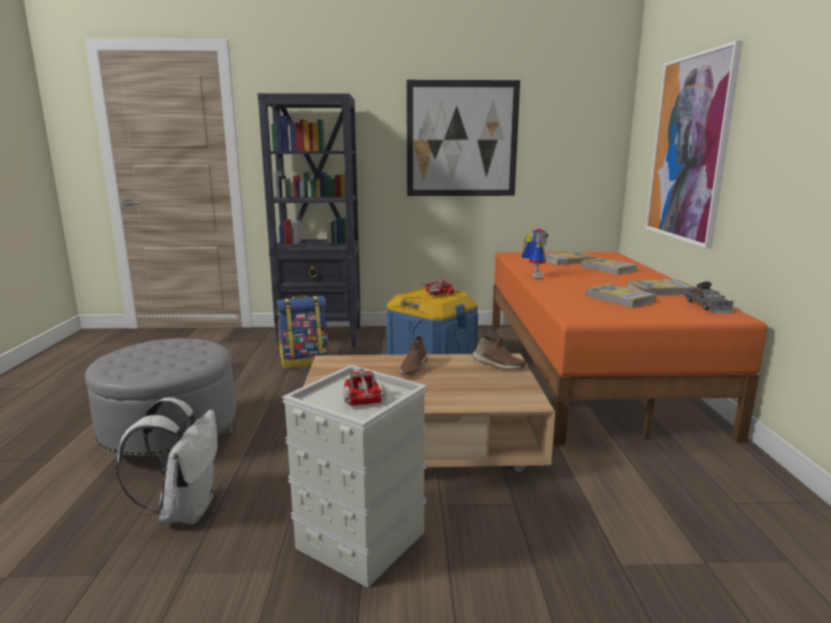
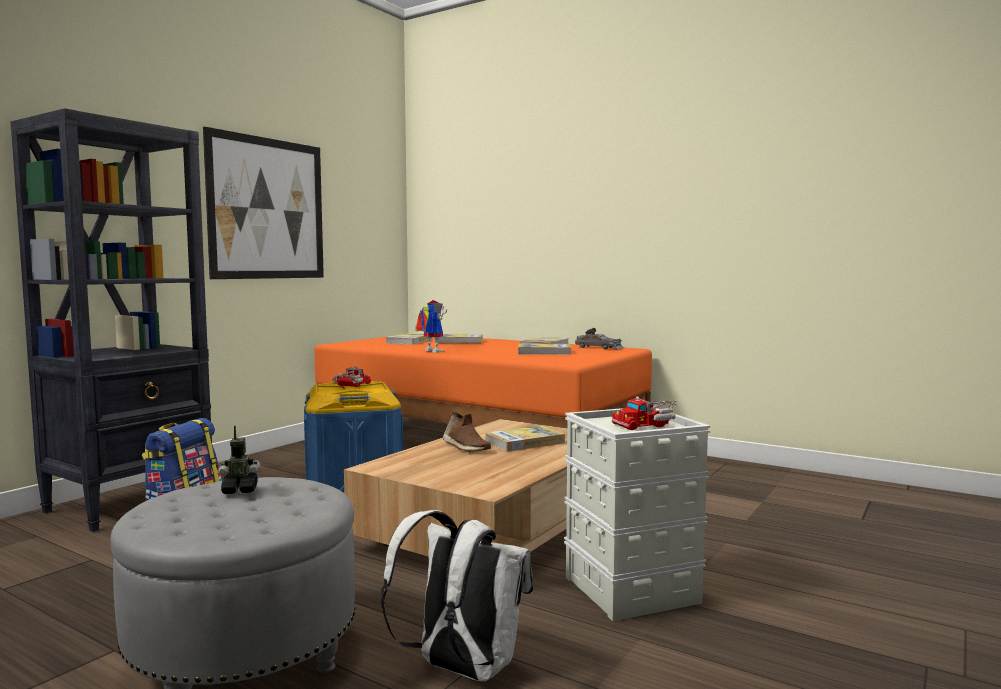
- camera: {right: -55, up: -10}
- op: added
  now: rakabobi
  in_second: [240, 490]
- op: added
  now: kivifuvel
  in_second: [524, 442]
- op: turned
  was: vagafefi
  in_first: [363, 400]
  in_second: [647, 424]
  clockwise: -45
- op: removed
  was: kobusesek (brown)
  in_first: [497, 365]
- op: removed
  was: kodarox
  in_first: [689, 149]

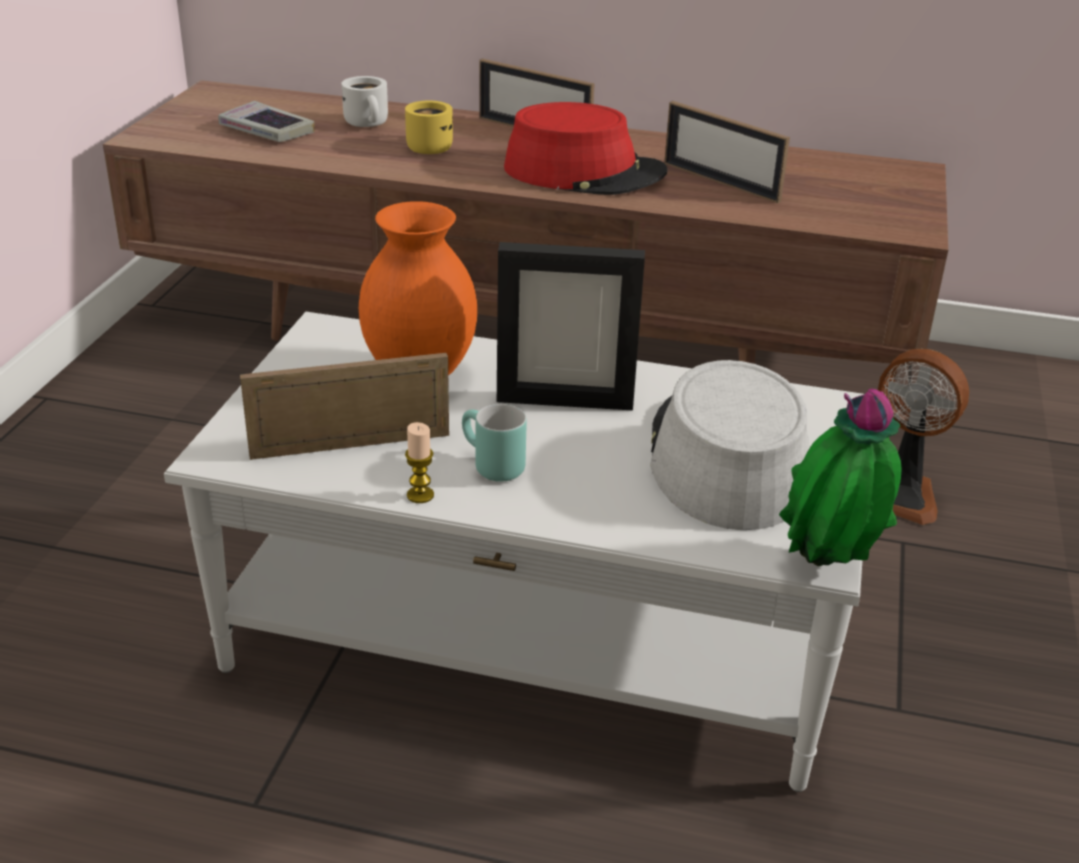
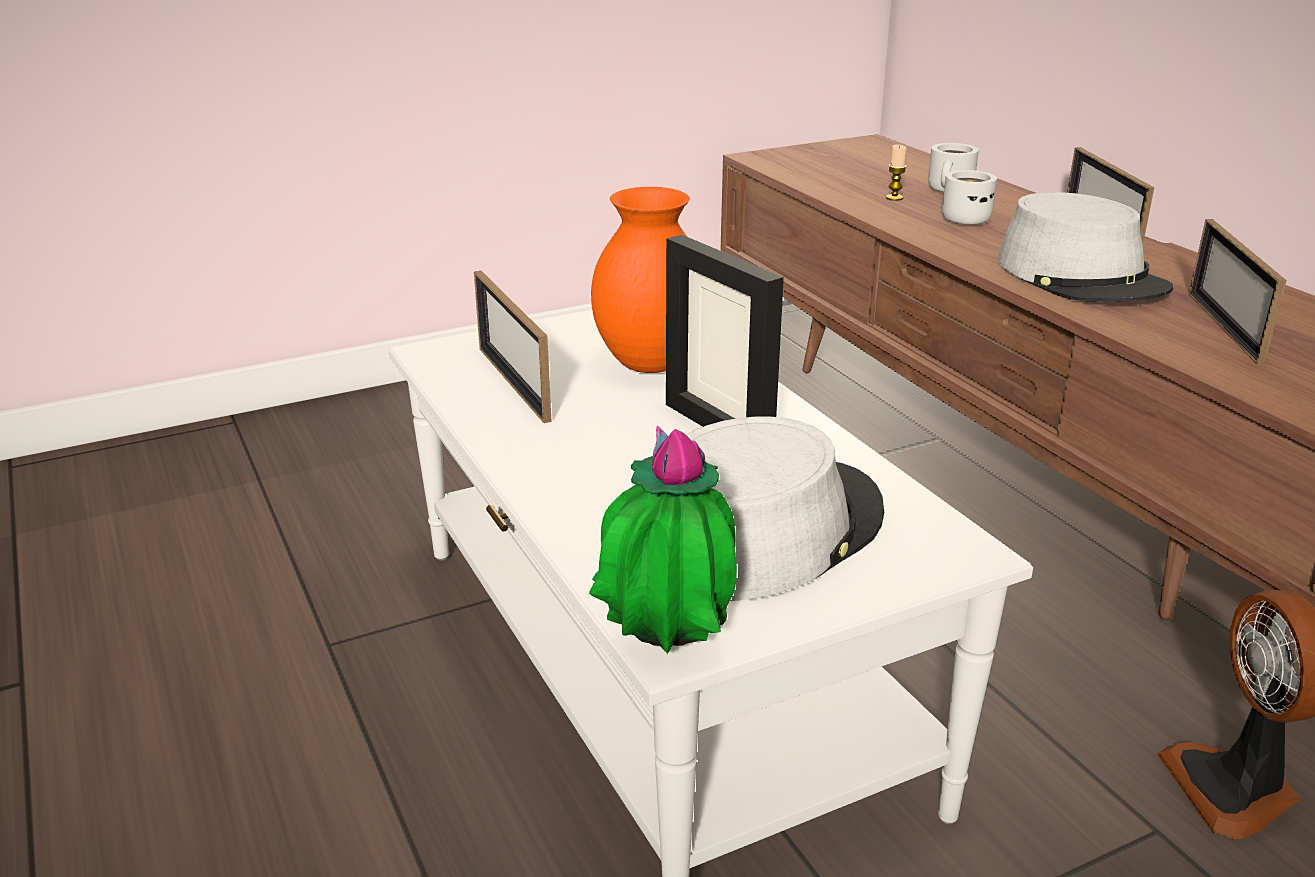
- camera: {right: 50, up: -5}
- op: turned
  was: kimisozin
  in_first: [350, 445]
  in_second: [513, 383]
  clockwise: -150
- op: moved
  was: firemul
  in_first: [420, 495]
  in_second: [894, 198]
- op: recoloured
  was: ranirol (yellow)
  now: ranirol (white)
  in_first: [427, 147]
  in_second: [966, 219]
- op: recoloured
  was: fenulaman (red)
  now: fenulaman (grey)
  in_first: [584, 172]
  in_second: [1081, 276]
- op: removed
  was: kivifuvel
  in_first: [266, 130]
- op: removed
  was: ranirol (turquoise)
  in_first: [489, 466]

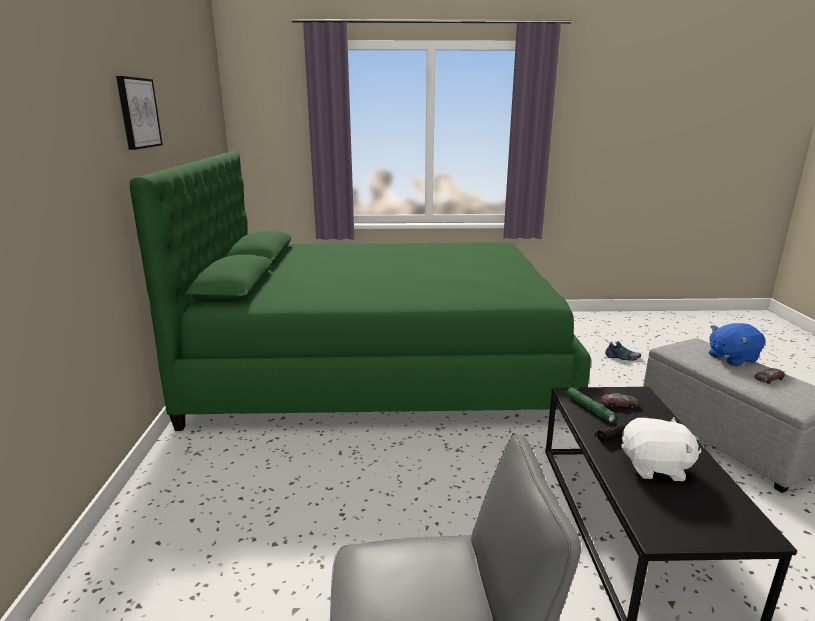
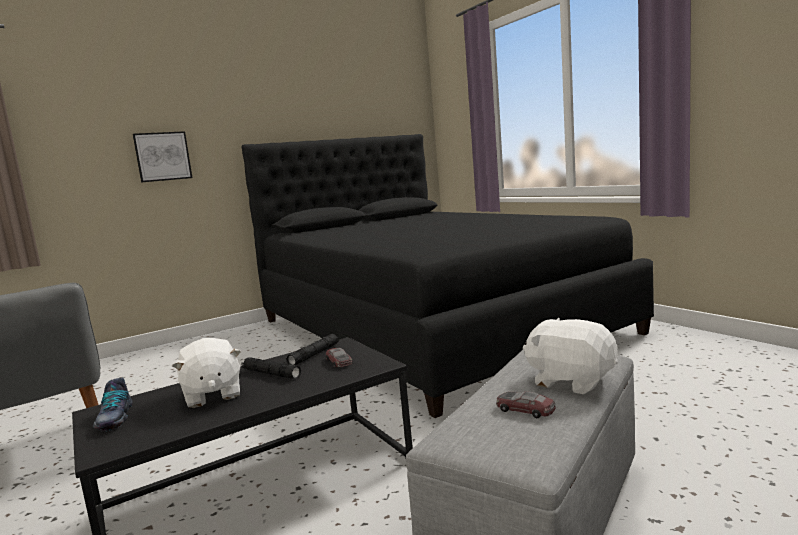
- camera: {right: 60, up: -10}
- op: moved
  was: kobusesek
  in_first: [622, 357]
  in_second: [114, 418]
- op: moved
  was: kodarox
  in_first: [138, 113]
  in_second: [162, 156]
- op: recoloured
  was: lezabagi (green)
  now: lezabagi (black)
  in_first: [380, 365]
  in_second: [430, 326]
- op: recoloured
  was: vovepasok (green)
  now: vovepasok (black)
  in_first: [589, 408]
  in_second: [314, 354]
- op: recoloured
  was: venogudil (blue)
  now: venogudil (white)
  in_first: [731, 358]
  in_second: [571, 380]

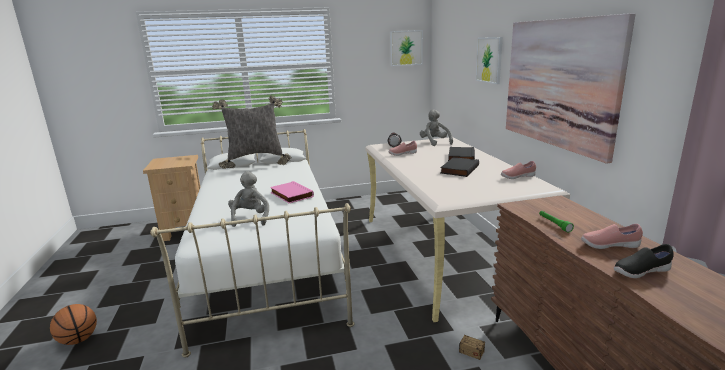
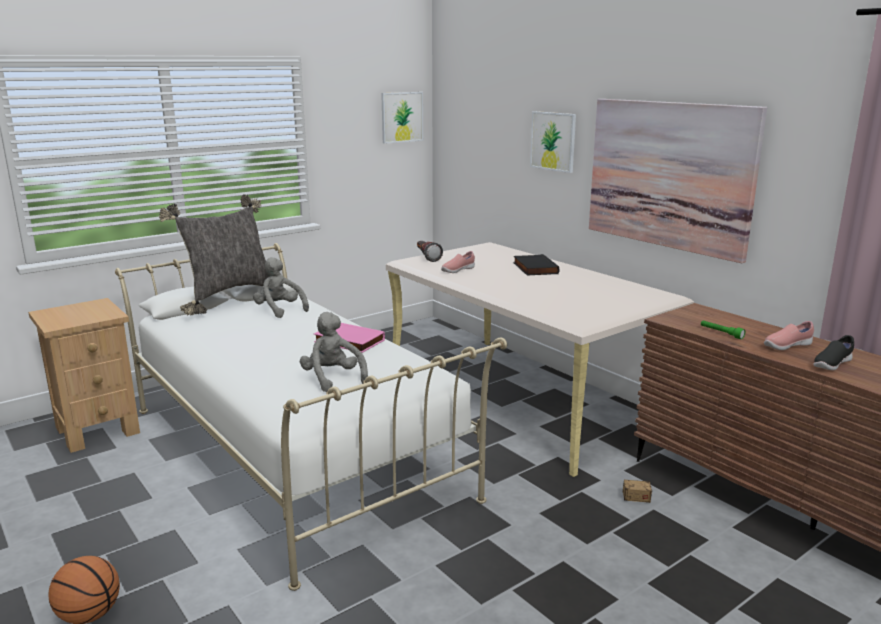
- camera: {right: -25, up: 0}
- op: moved
  was: venogudil (grey)
  in_first: [435, 143]
  in_second: [279, 310]
- op: removed
  was: kivifuvel (black)
  in_first: [458, 169]
- op: removed
  was: kobusesek (pink)
  in_first: [517, 177]

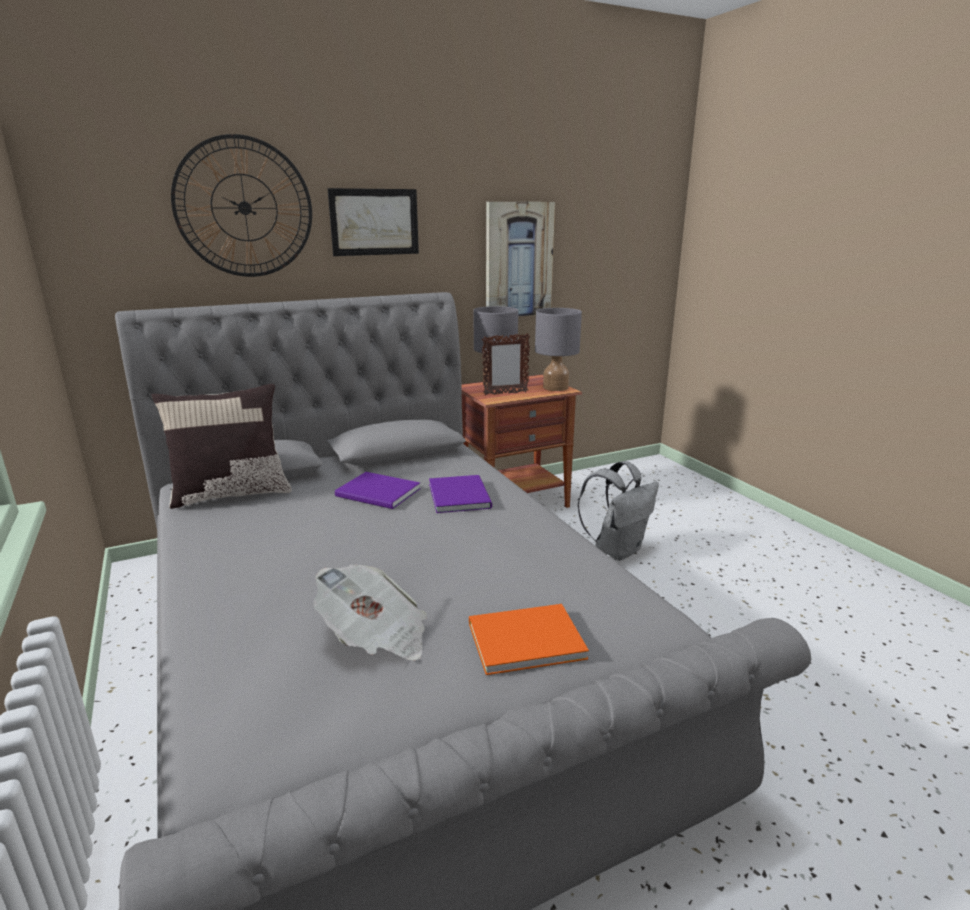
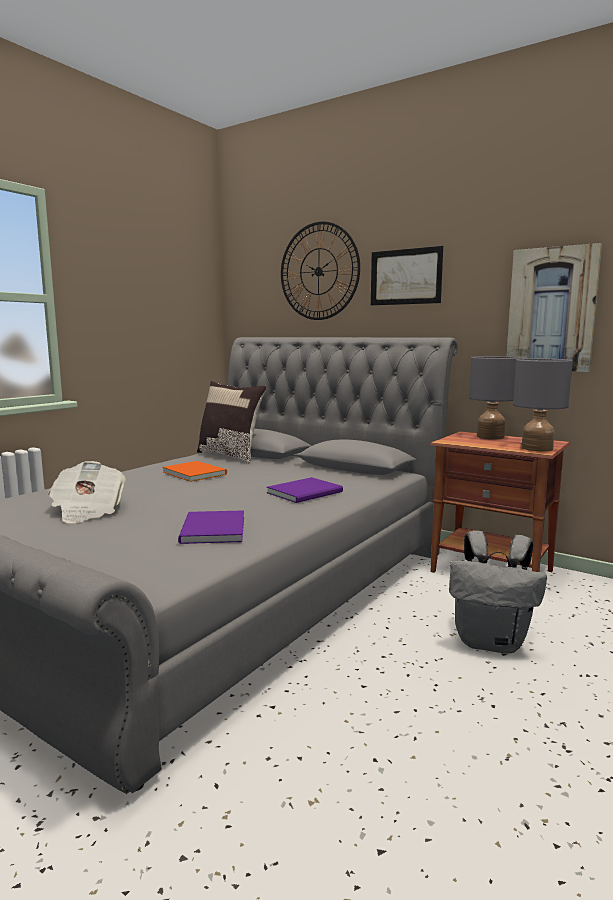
- camera: {right: 60, up: -10}
- op: moved
  was: kivifuvel (orange)
  in_first: [522, 639]
  in_second: [195, 472]
- op: moved
  was: kivifuvel (purple)
  in_first: [379, 493]
  in_second: [211, 530]
- op: removed
  was: kimisozin
  in_first: [505, 393]

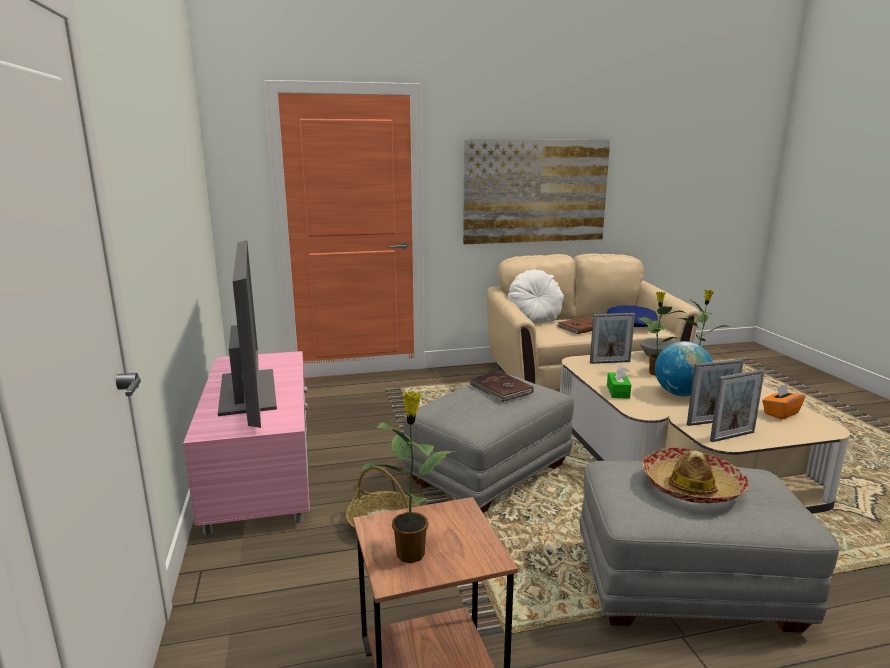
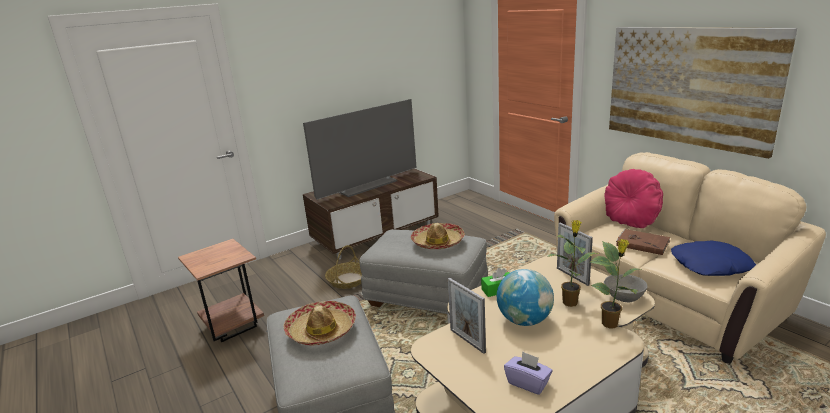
- camera: {right: 70, up: 5}
- op: recoloured
  was: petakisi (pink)
  now: petakisi (brown)
  in_first: [262, 473]
  in_second: [376, 234]
- op: replaced
  was: kivifuvel (brown)
  now: fenulaman
  in_first: [500, 389]
  in_second: [438, 242]
- op: recoloured
  was: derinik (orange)
  now: derinik (purple)
  in_first: [780, 413]
  in_second: [528, 383]
- op: recoloured
  was: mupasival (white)
  now: mupasival (pink)
  in_first: [534, 322]
  in_second: [630, 222]
- op: removed
  was: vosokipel
  in_first: [411, 552]
- op: removed
  was: kimisozin
  in_first: [732, 436]

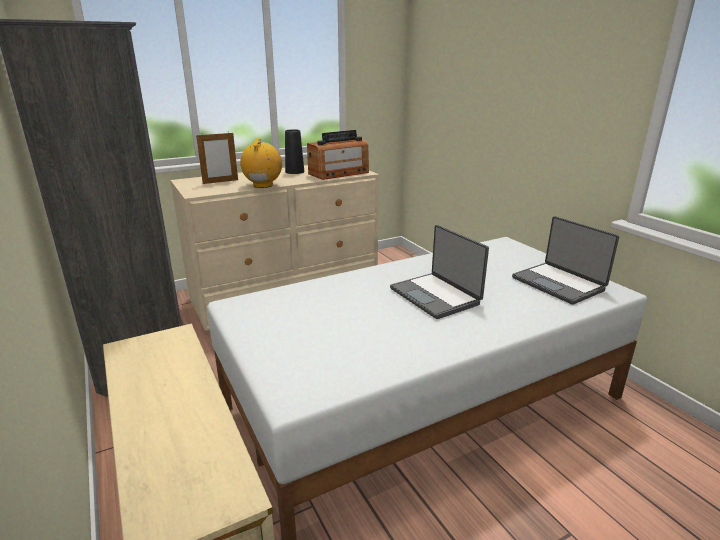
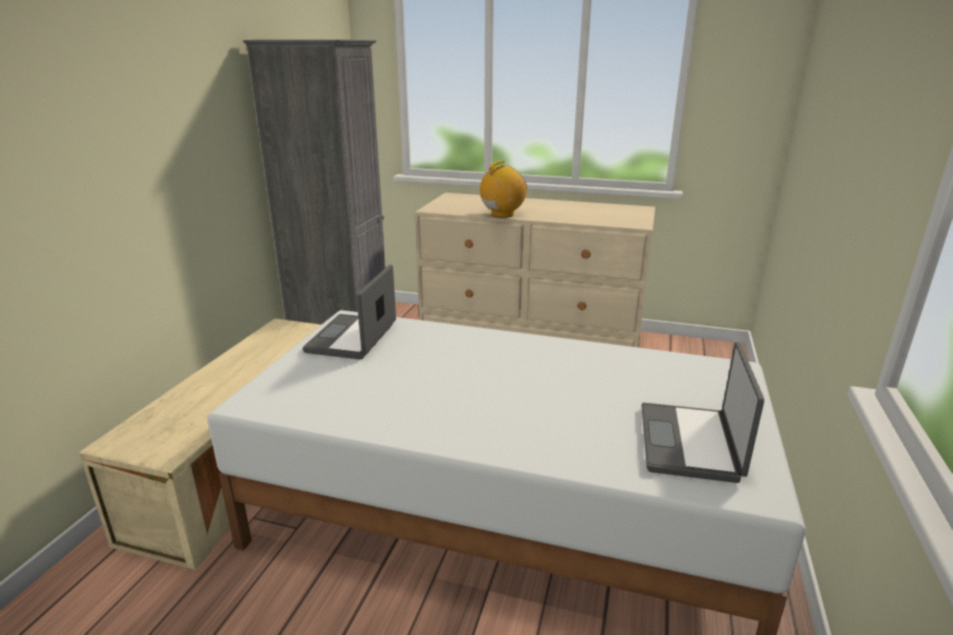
- camera: {right: 45, up: 0}
- op: moved
  was: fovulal
  in_first: [436, 296]
  in_second: [353, 338]
- op: removed
  was: kimisozin
  in_first: [220, 182]
- op: removed
  was: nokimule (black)
  in_first: [294, 171]
- op: removed
  was: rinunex
  in_first: [339, 173]

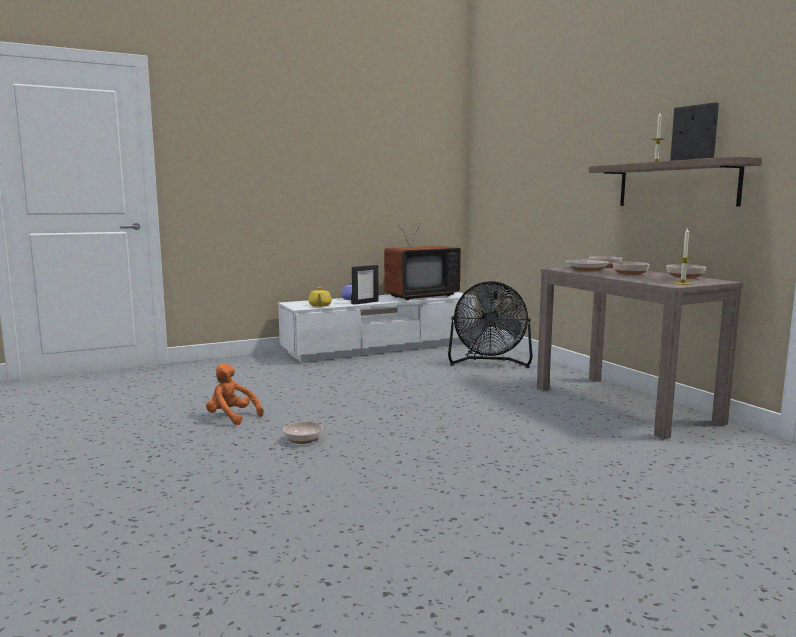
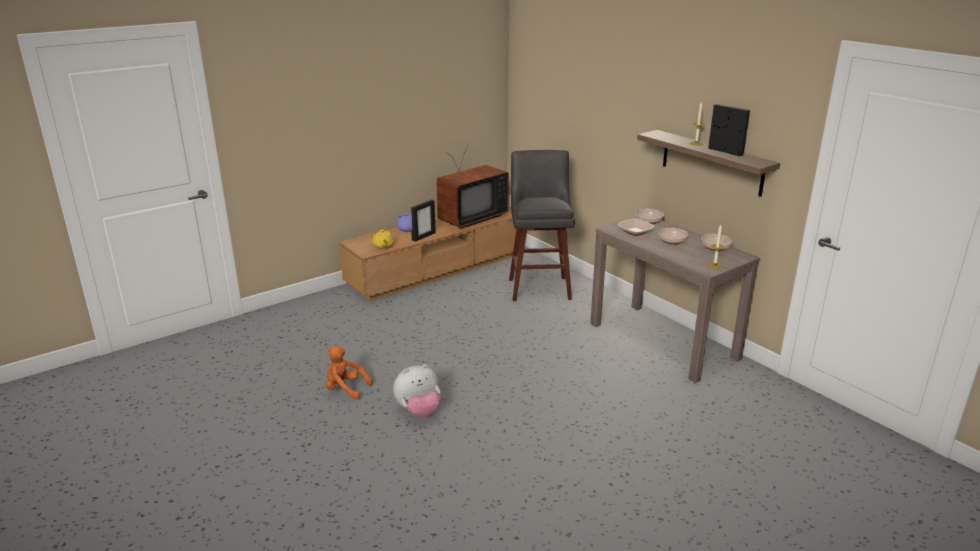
- camera: {right: -10, up: 15}
- op: recoloured
  was: petakisi (white)
  now: petakisi (brown)
  in_first: [380, 348]
  in_second: [436, 270]
- op: replaced
  was: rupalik
  now: venogudil
  in_first: [303, 439]
  in_second: [419, 411]
- op: replaced
  was: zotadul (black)
  now: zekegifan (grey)
  in_first: [486, 362]
  in_second: [539, 287]

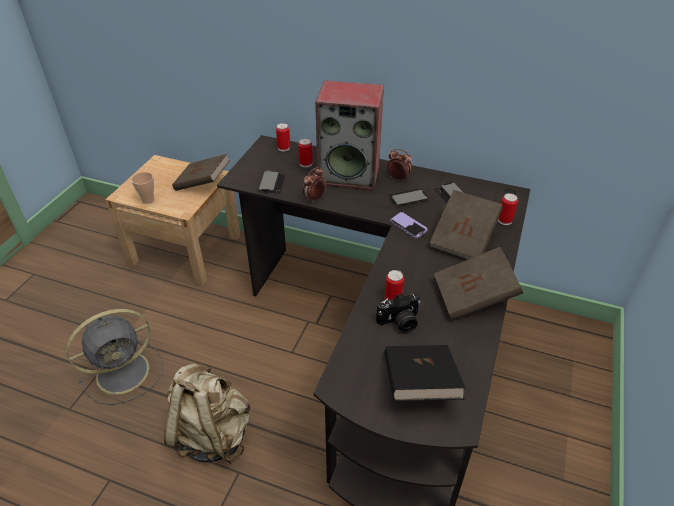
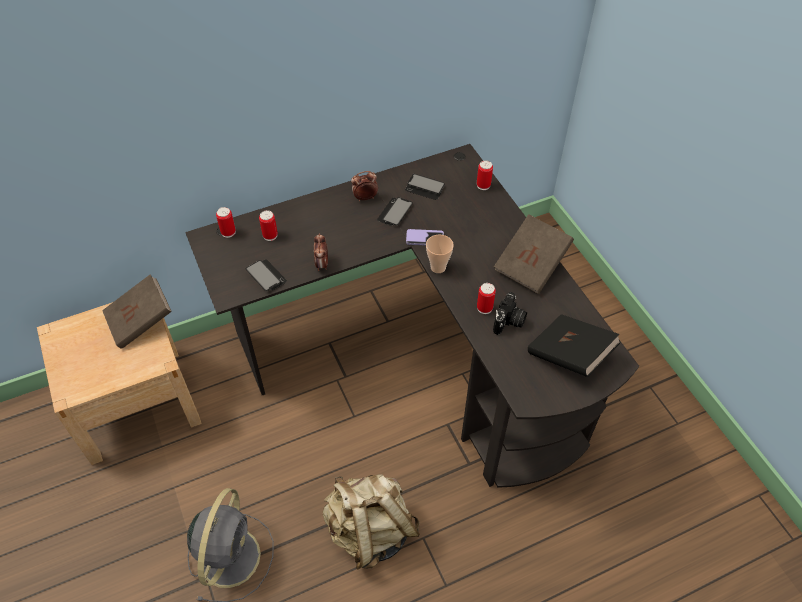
- camera: {right: -45, up: 10}
- op: moved
  was: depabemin
  in_first: [148, 200]
  in_second: [438, 267]
- op: removed
  was: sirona
  in_first: [350, 174]
- op: removed
  was: kivifuvel (brown)
  in_first: [463, 239]

